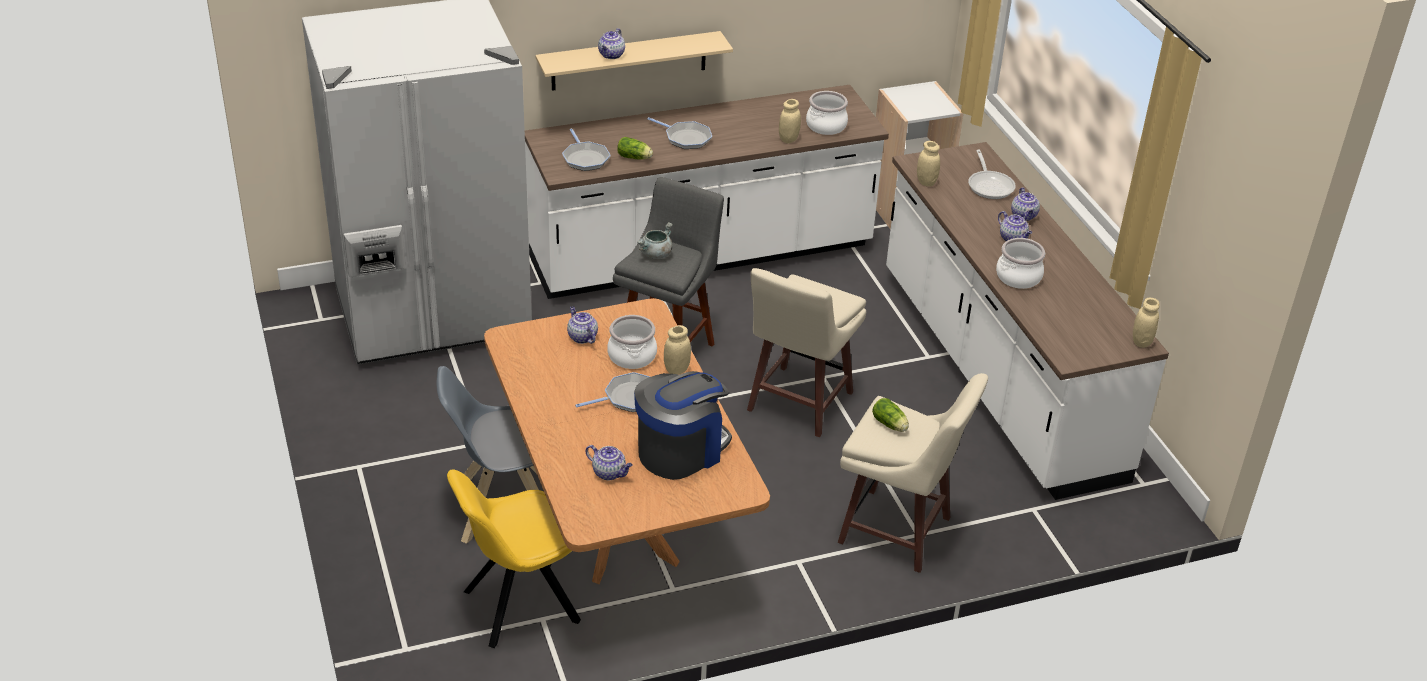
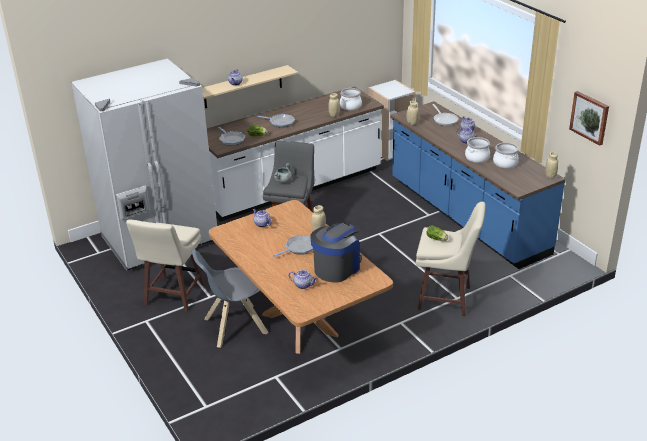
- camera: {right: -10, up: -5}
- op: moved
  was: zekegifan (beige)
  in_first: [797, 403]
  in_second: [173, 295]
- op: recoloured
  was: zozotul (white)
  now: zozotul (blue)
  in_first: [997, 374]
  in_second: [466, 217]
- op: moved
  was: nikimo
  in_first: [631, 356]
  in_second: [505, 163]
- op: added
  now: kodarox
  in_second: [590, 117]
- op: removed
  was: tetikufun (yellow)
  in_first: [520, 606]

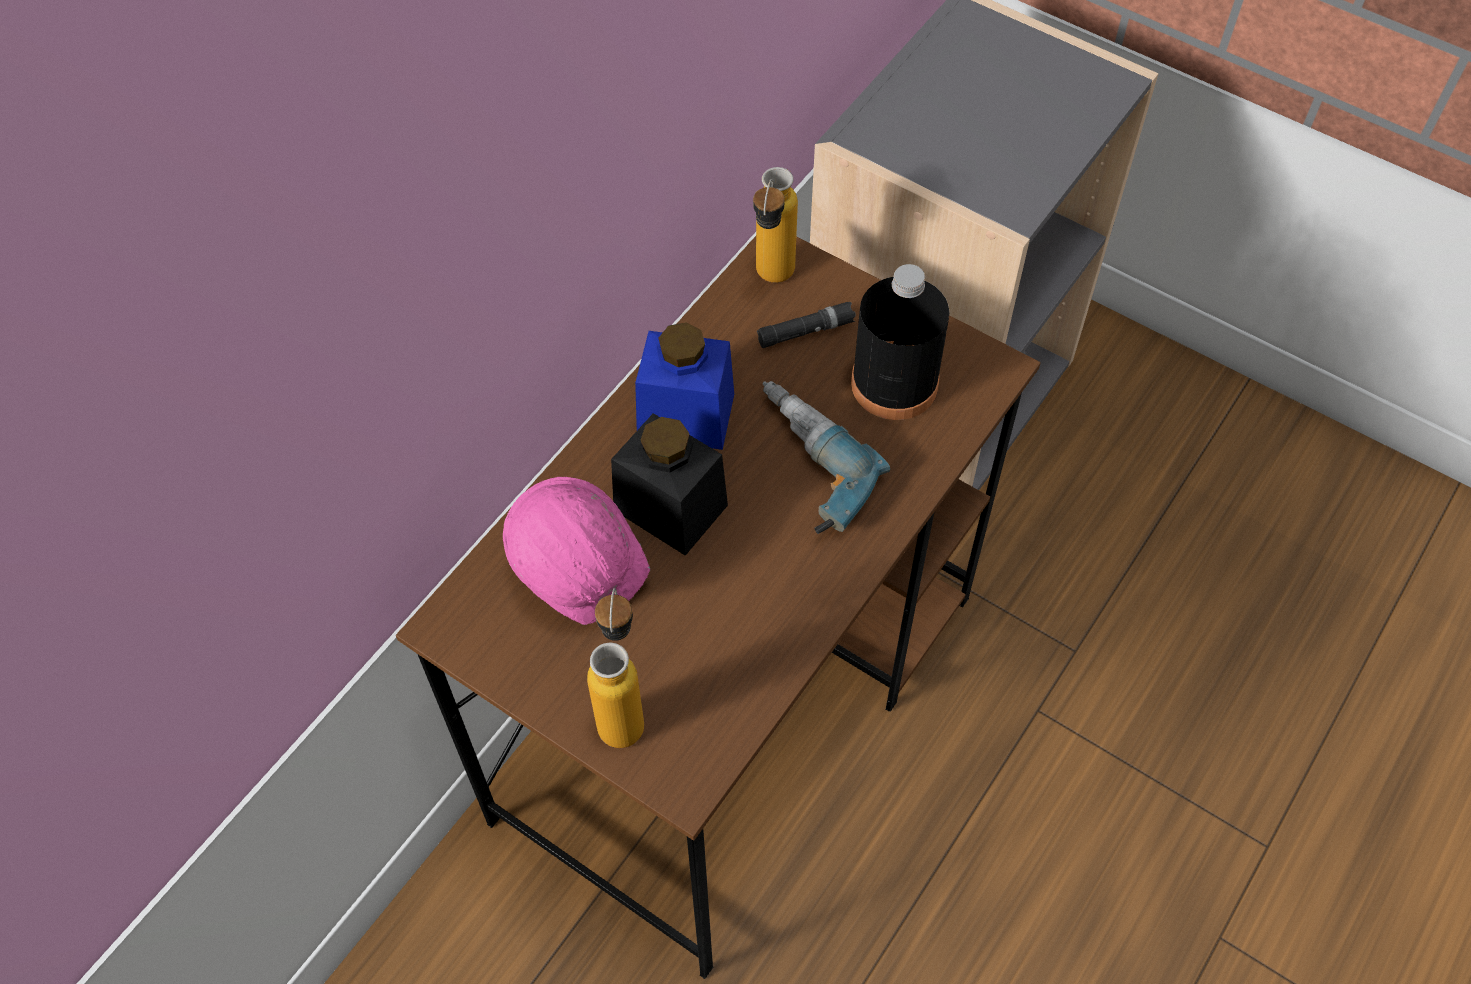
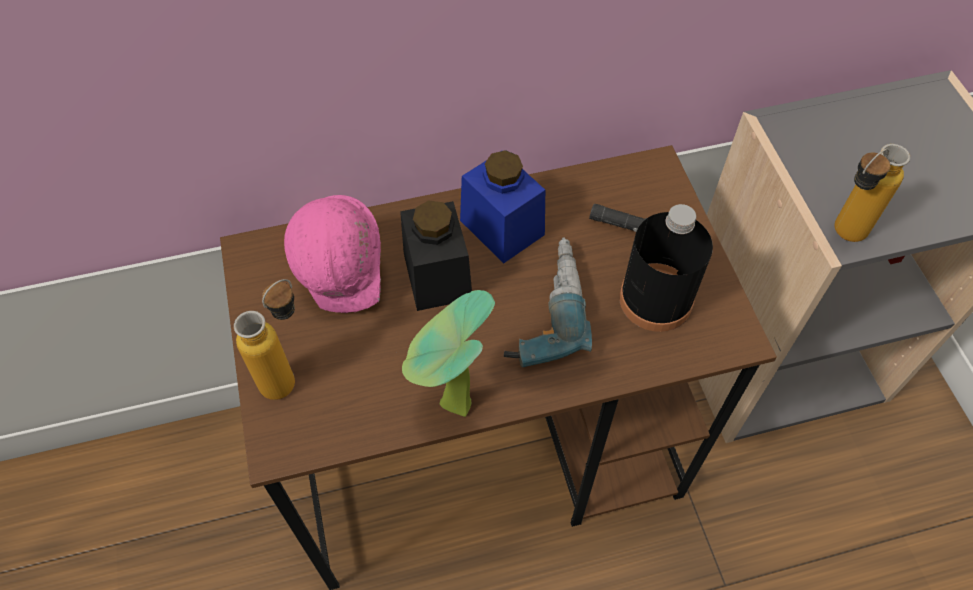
- camera: {right: 40, up: 0}
- op: added
  now: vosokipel
  in_second: [450, 409]
- op: moved
  was: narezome
  in_first: [771, 282]
  in_second: [840, 236]

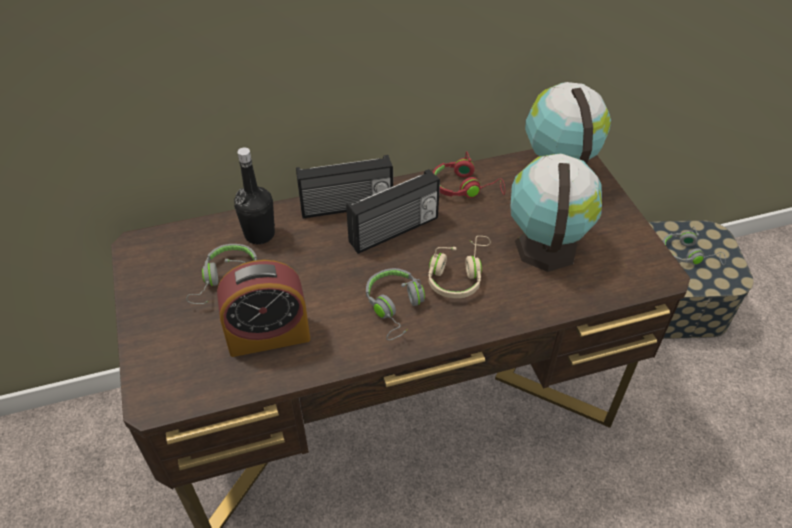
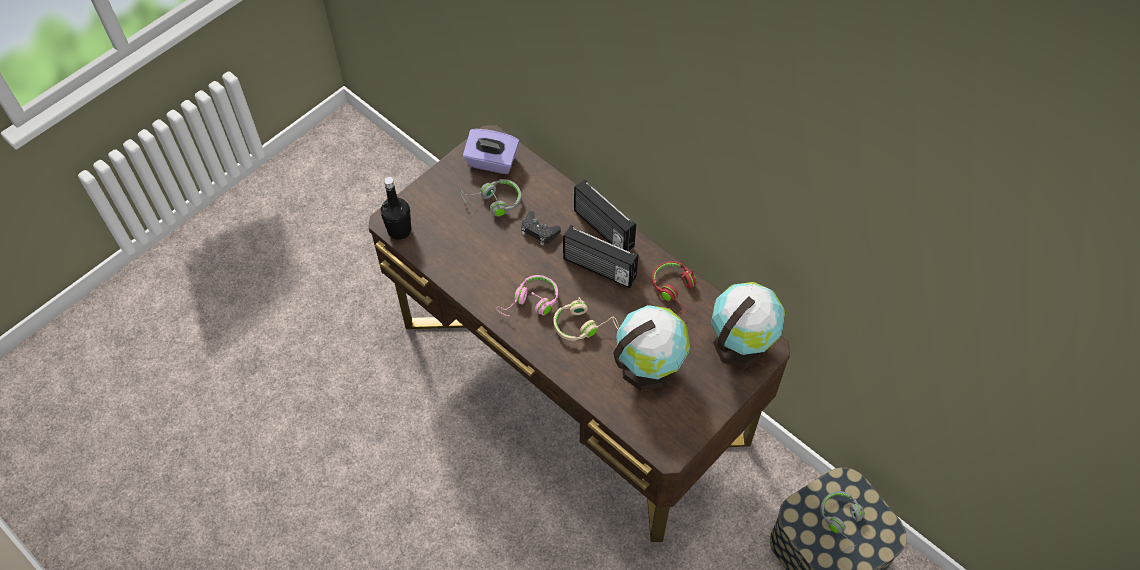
- camera: {right: 60, up: 10}
- op: moved
  was: narezome (black)
  in_first: [259, 234]
  in_second: [399, 230]
- op: added
  now: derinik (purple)
  in_second: [492, 162]
- op: recoloured
  was: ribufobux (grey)
  now: ribufobux (pink)
  in_first: [395, 307]
  in_second: [531, 303]
- op: added
  now: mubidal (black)
  in_second: [539, 231]
- op: removed
  was: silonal
  in_first: [268, 335]

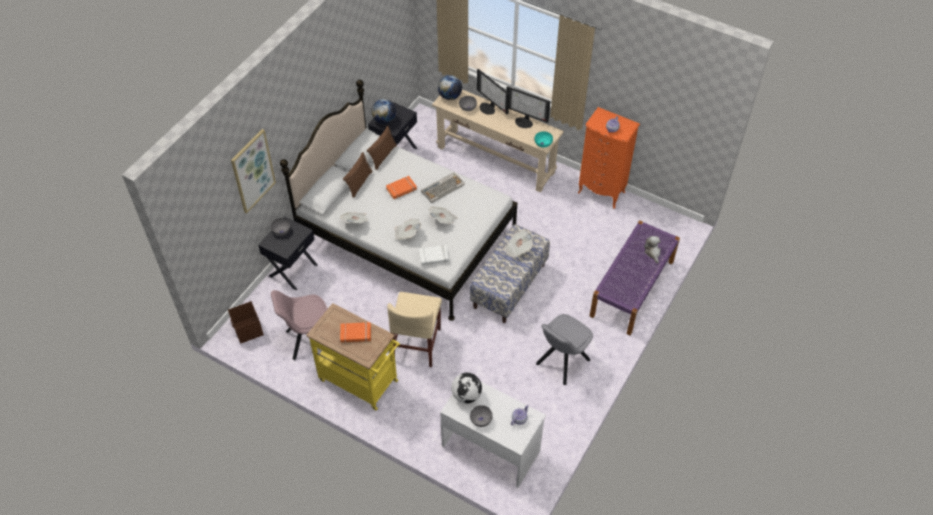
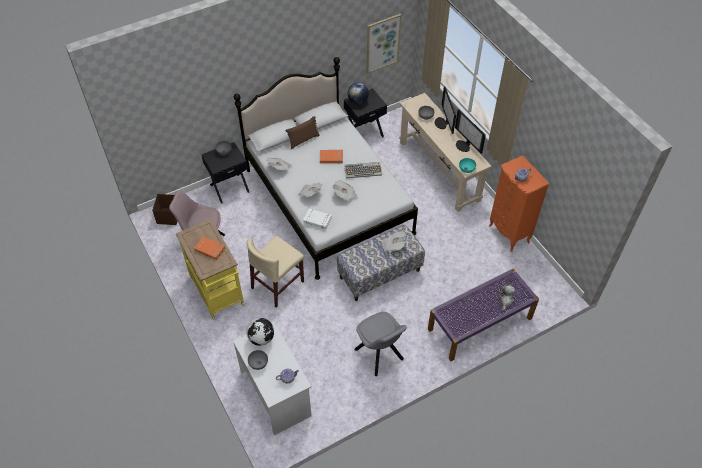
- camera: {right: 30, up: 0}
- op: turned
  was: tetikufun (grey)
  in_first: [562, 362]
  in_second: [379, 354]
  clockwise: -105
- op: moved
  was: kodarox
  in_first: [252, 171]
  in_second: [382, 43]
- op: removed
  was: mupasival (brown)
  in_first: [383, 156]
- op: removed
  was: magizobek
  in_first: [450, 96]

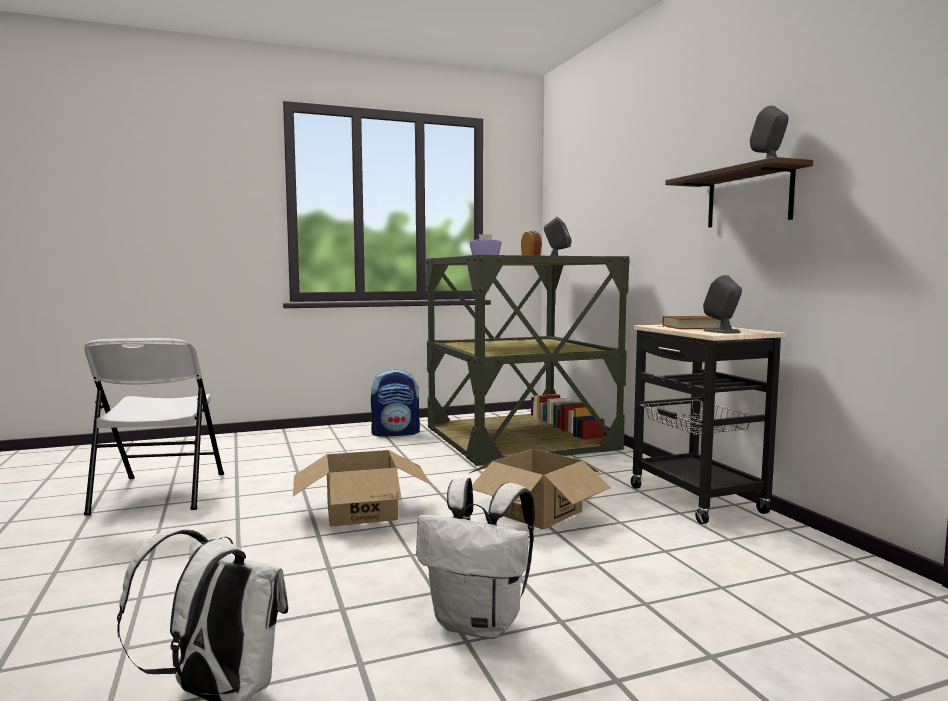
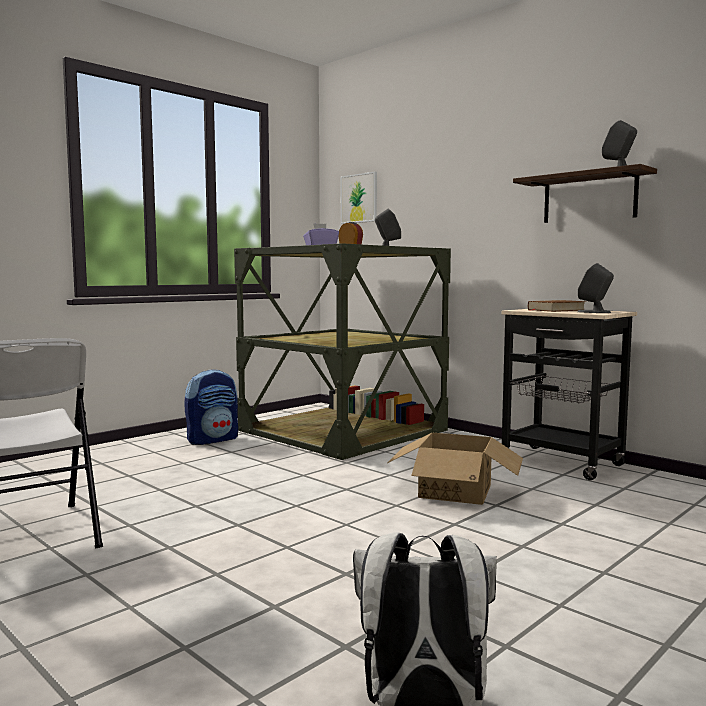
- camera: {right: -25, up: 0}
- op: added
  now: kodarox
  in_second: [359, 198]
- op: removed
  was: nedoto
  in_first: [362, 511]
- op: removed
  was: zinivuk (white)
  in_first: [479, 623]

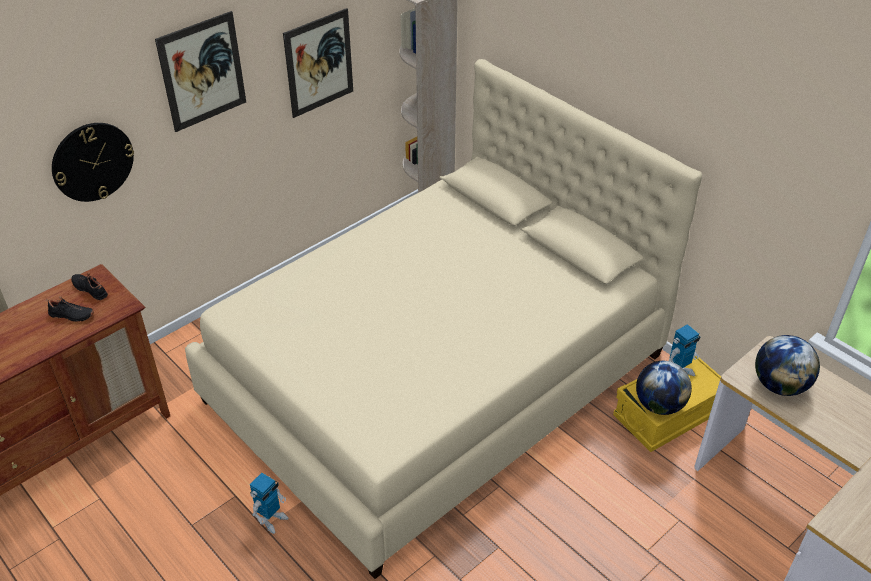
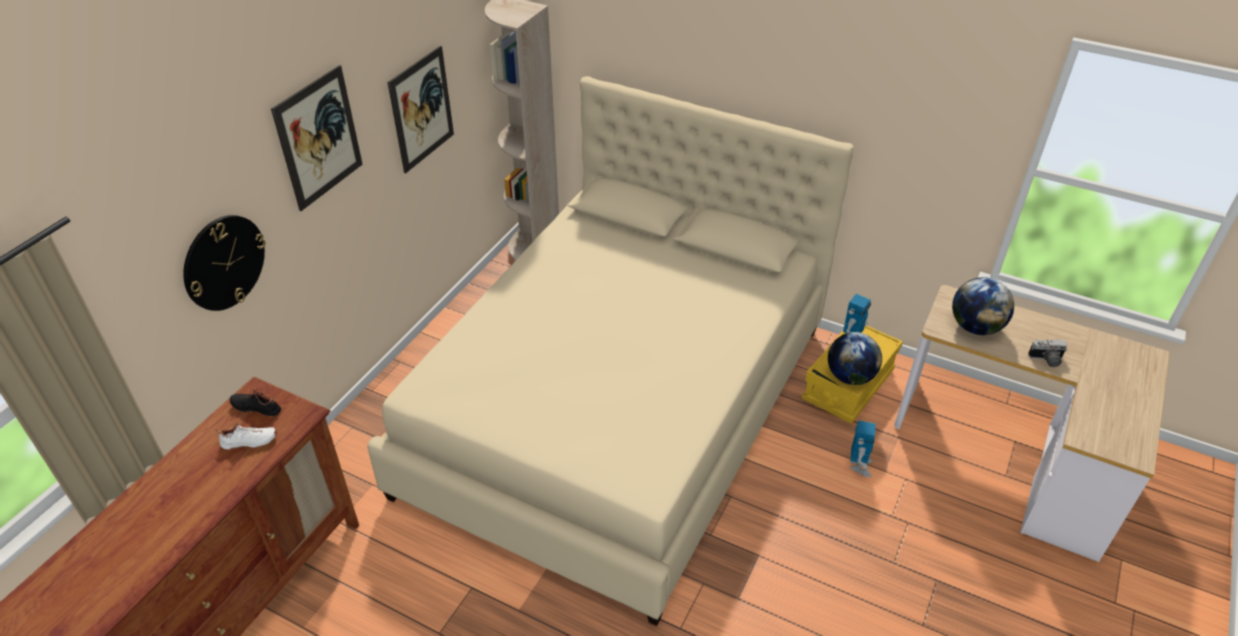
- camera: {right: -20, up: 0}
- op: recoloured
  was: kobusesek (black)
  now: kobusesek (white)
  in_first: [71, 316]
  in_second: [249, 442]
- op: moved
  was: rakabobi
  in_first: [272, 520]
  in_second: [859, 466]
- op: added
  now: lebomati
  in_second: [1046, 360]

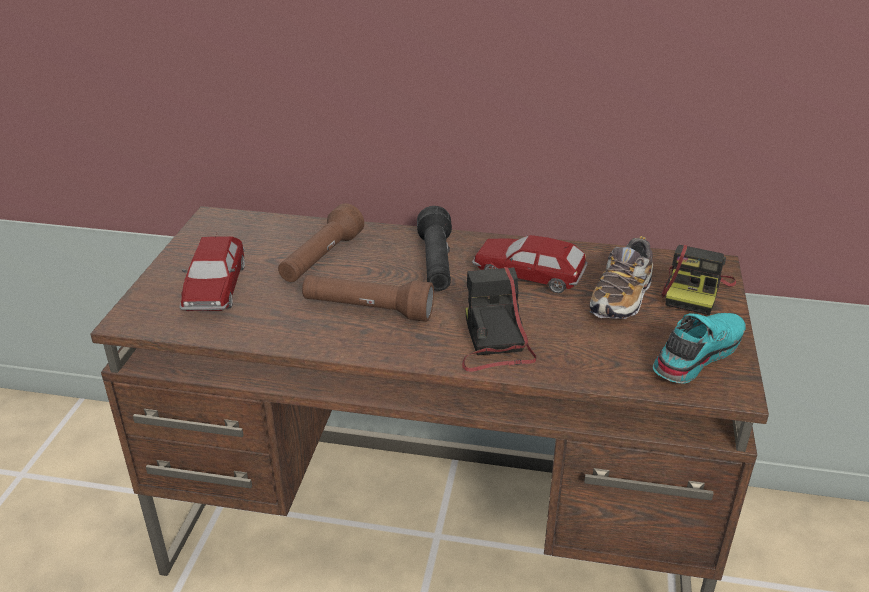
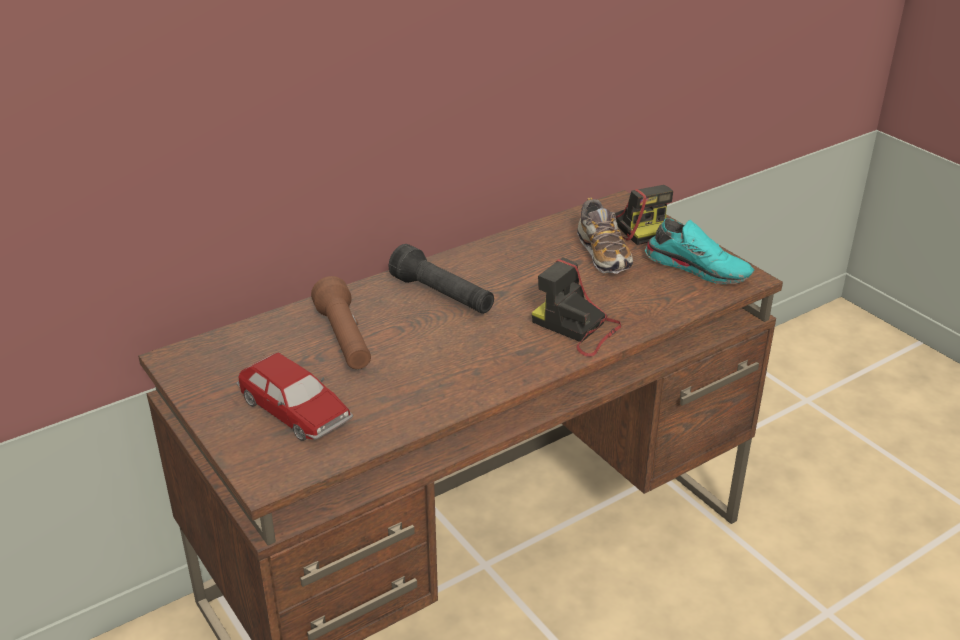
- camera: {right: -45, up: 0}
- op: turned
  was: kobusesek (turquoise)
  in_first: [695, 354]
  in_second: [698, 267]
  clockwise: 120
- op: removed
  was: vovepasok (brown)
  in_first: [368, 310]
- op: removed
  was: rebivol
  in_first: [528, 274]

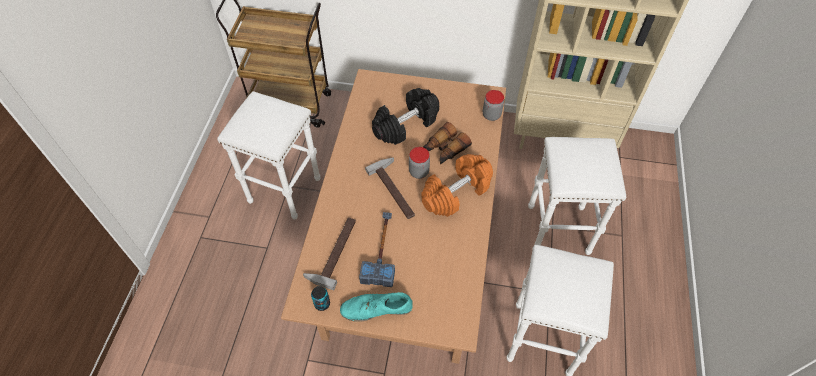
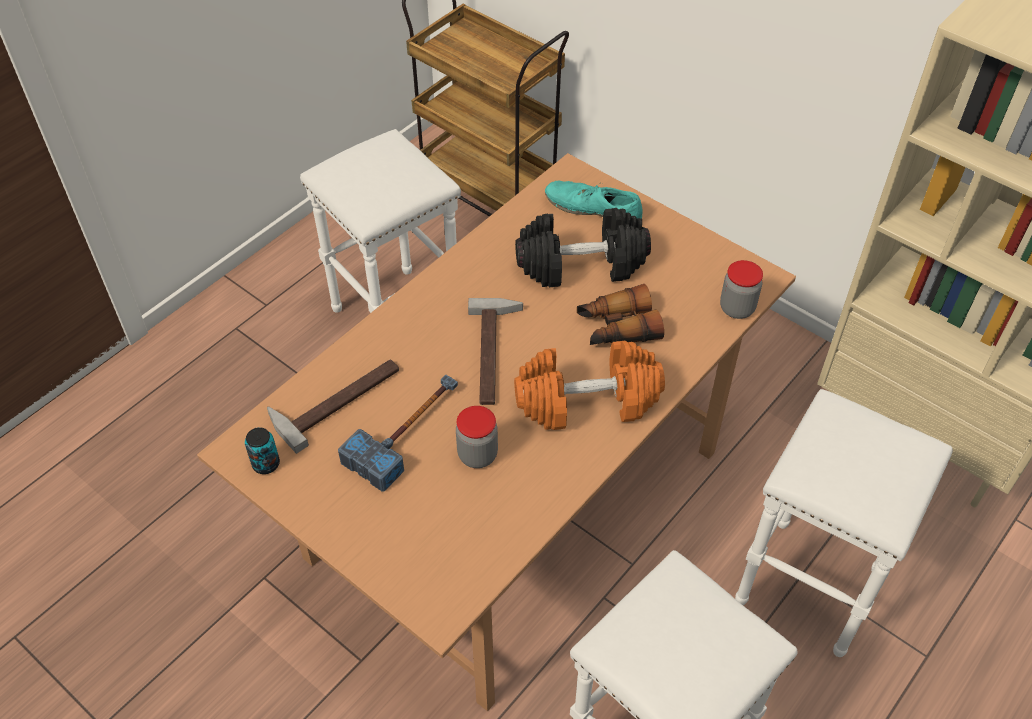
- camera: {right: 30, up: -5}
- op: moved
  was: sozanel
  in_first: [419, 172]
  in_second: [477, 455]
- op: moved
  was: kobusesek (turquoise)
  in_first: [376, 309]
  in_second: [593, 208]

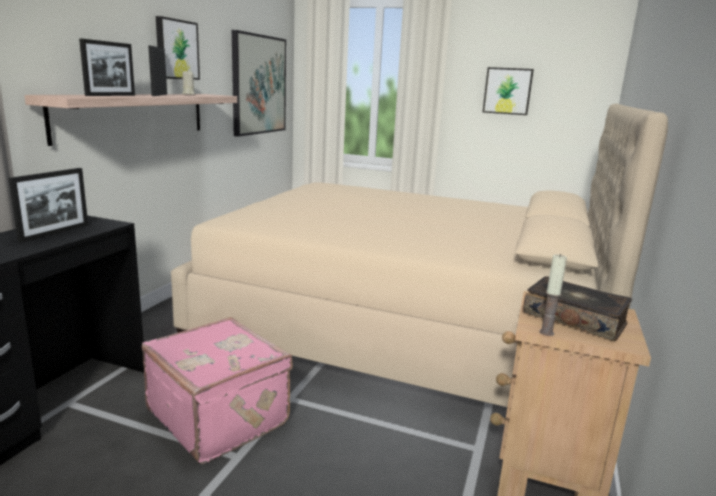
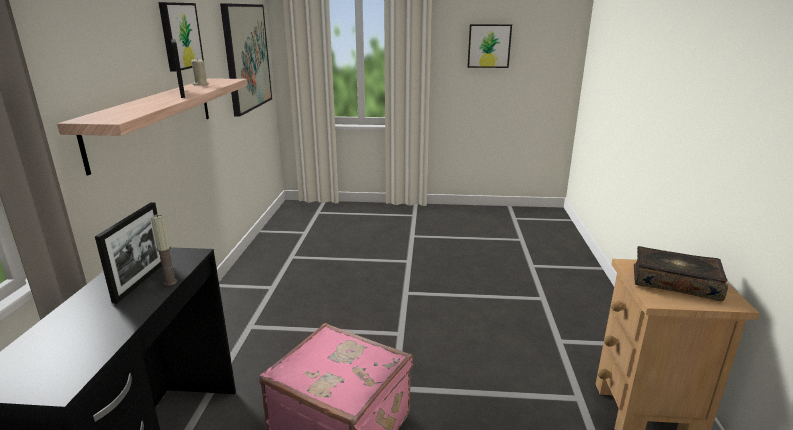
- camera: {right: -15, up: 5}
- op: moved
  was: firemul
  in_first: [546, 332]
  in_second: [170, 282]
- op: removed
  was: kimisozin
  in_first: [111, 95]
- op: removed
  was: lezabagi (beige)
  in_first: [403, 326]

